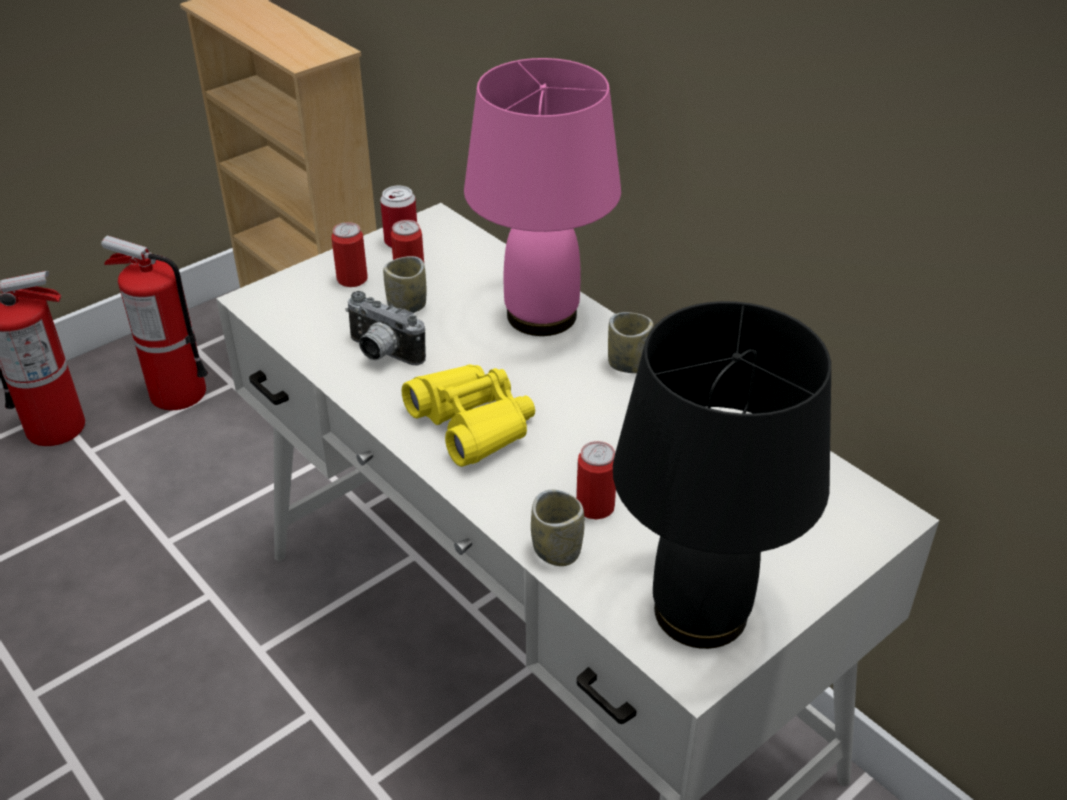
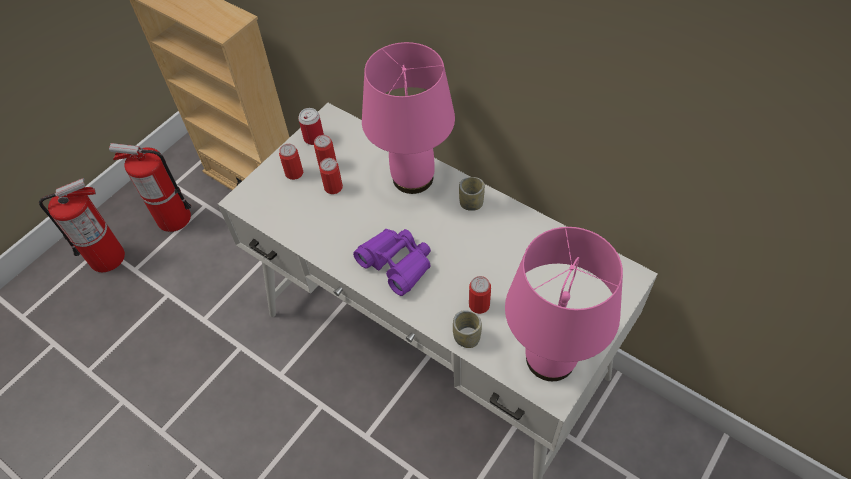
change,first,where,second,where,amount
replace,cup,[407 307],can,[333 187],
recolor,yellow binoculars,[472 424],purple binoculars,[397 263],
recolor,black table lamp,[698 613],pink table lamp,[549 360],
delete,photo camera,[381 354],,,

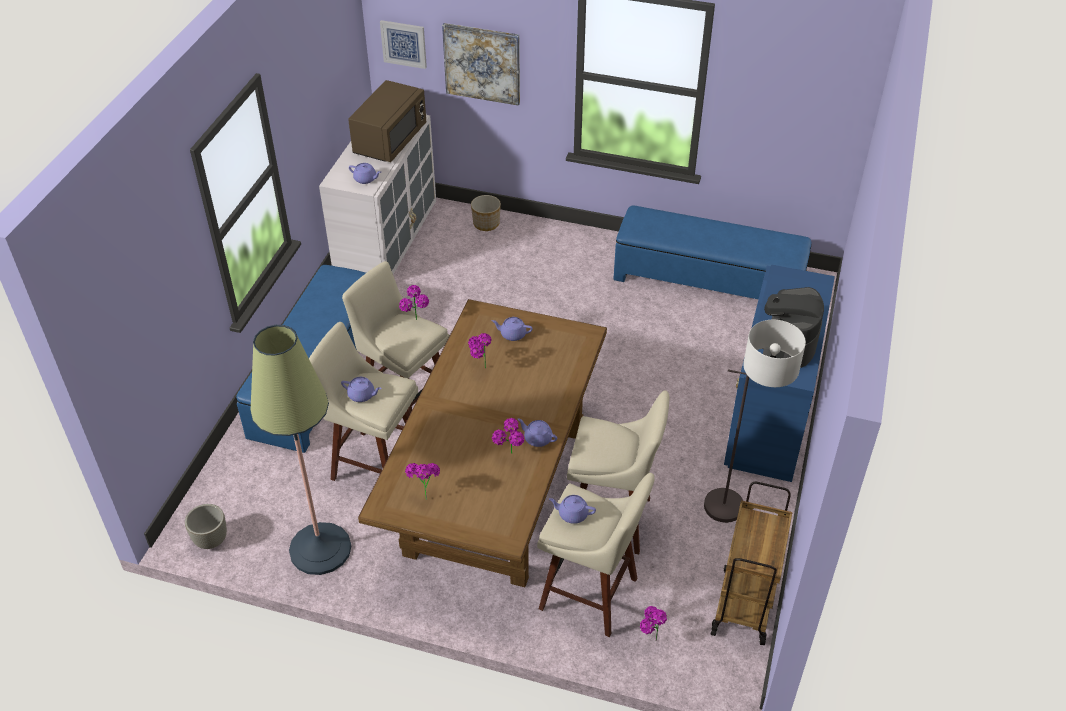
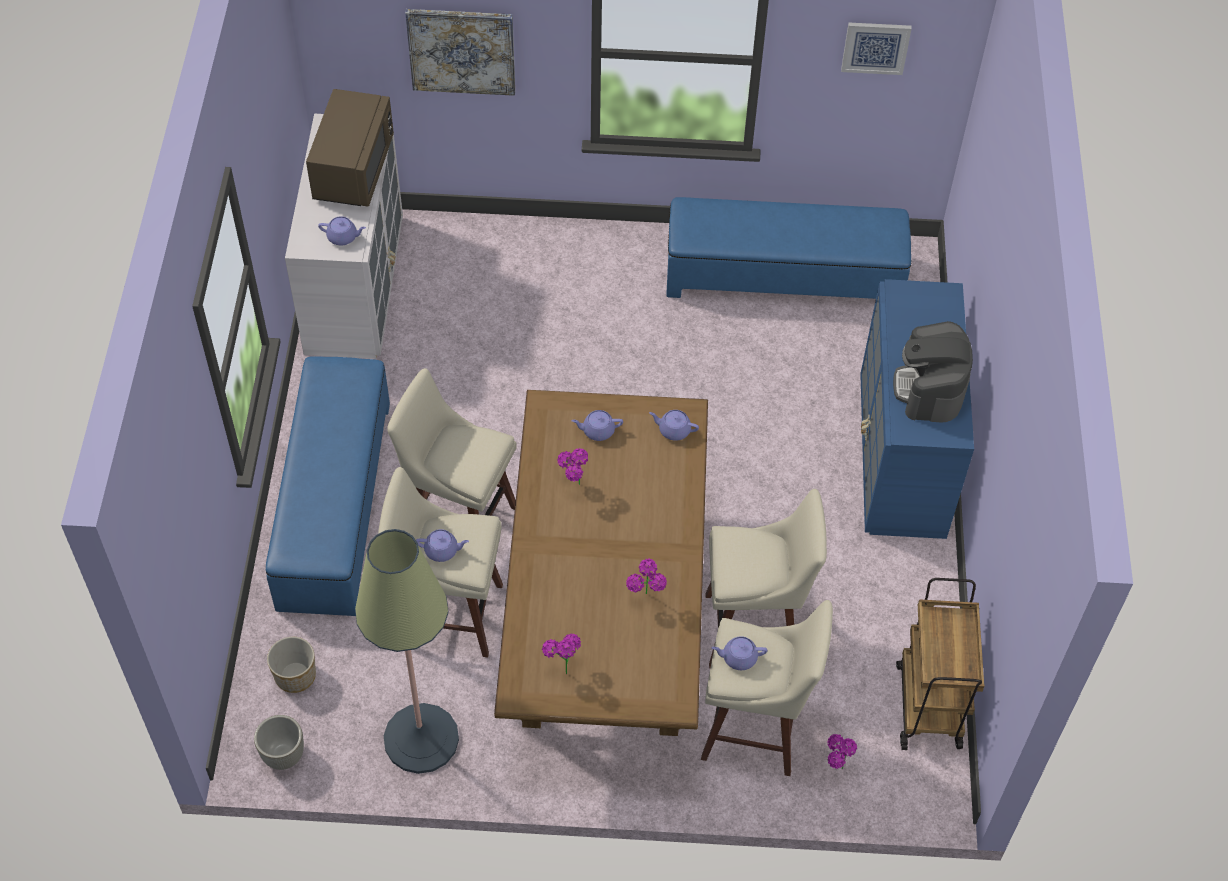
change,first,where,second,where,amount
move,planter,[486 223],,[295 675],
move,purple teapot,[537 438],,[673 430],
move,picture,[404 43],,[875 47],
delete,potted plant,[416 323],,,
delete,white floor lamp,[735 509],,,

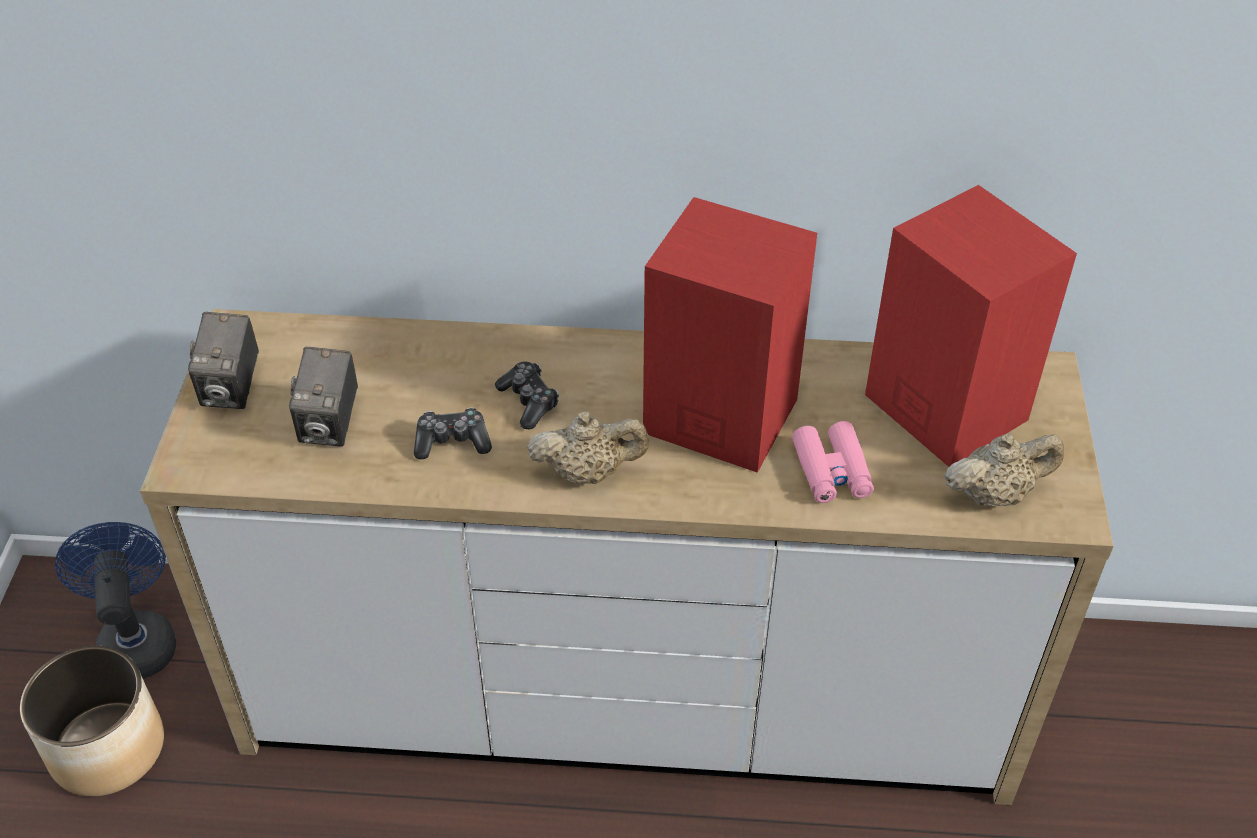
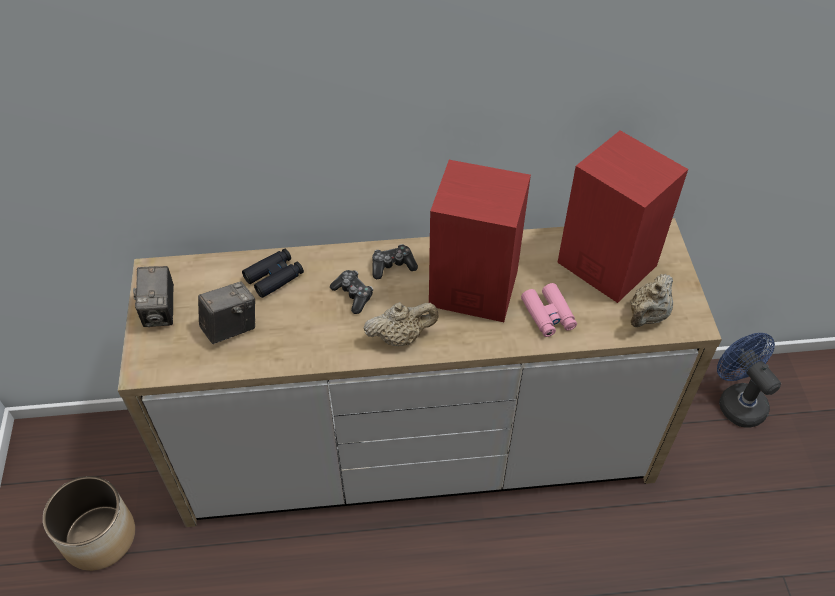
change,first,where,second,where,amount
rotate,photo camera,[330 424],,[231 327],120 degrees counterclockwise
insert,,,black binoculars,[274 277],
move,game controller,[452 441],,[392 266],
rotate,beige teapot,[995 494],,[647 316],150 degrees clockwise
move,blue fan,[136 639],,[736 401],

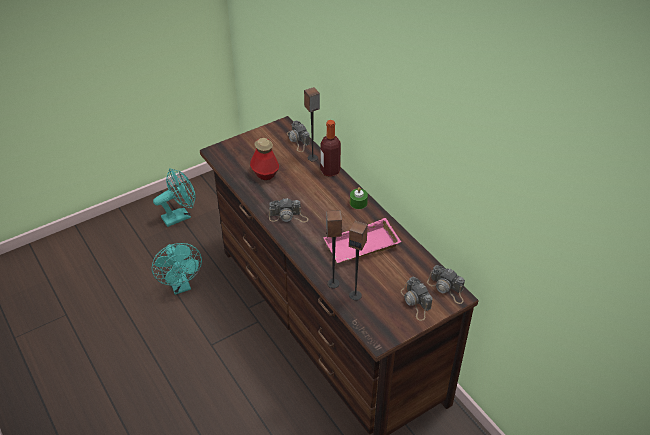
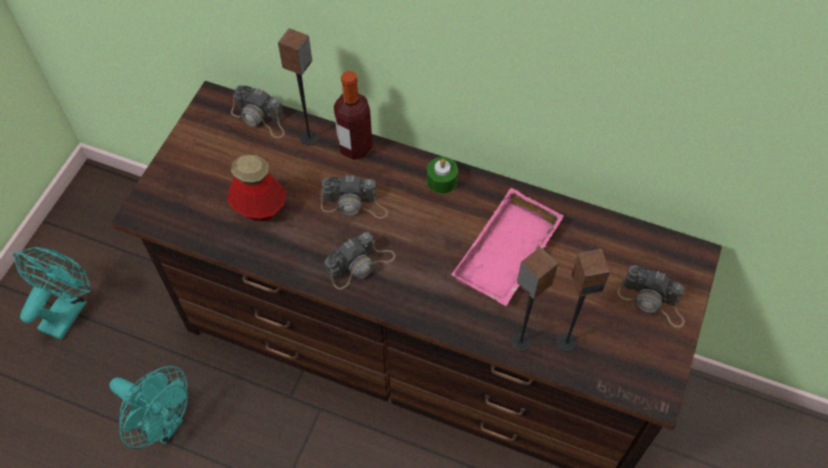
change,first,where,second,where,amount
move,photo camera,[447 288],,[354 204],

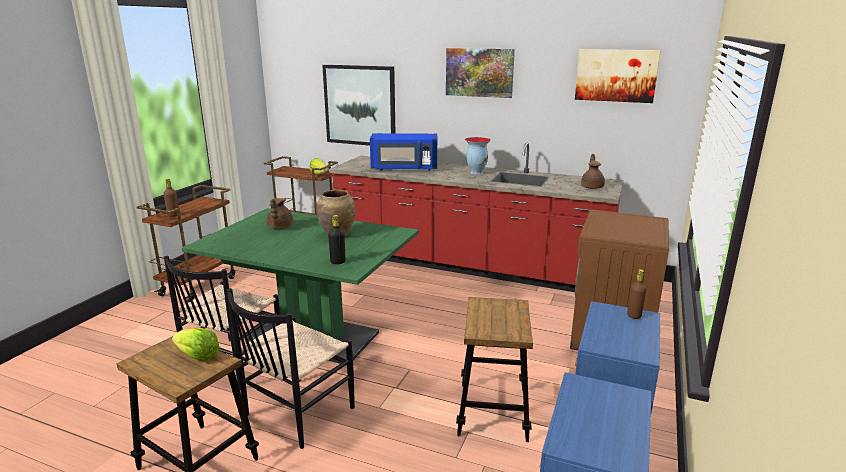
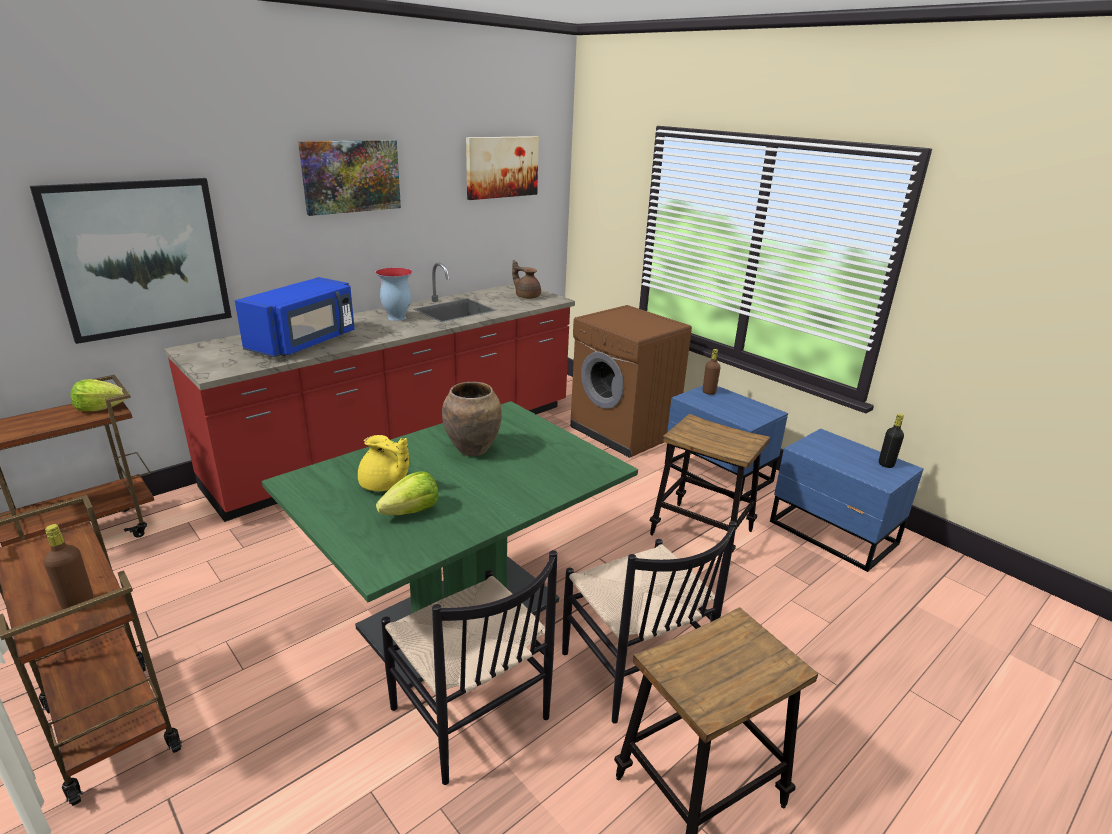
change,first,where,second,where,amount
recolor,brown teapot,[279 227],yellow teapot,[384 485],
move,lettuce,[197 356],,[412 511],
move,black bottle,[338 262],,[886 464],

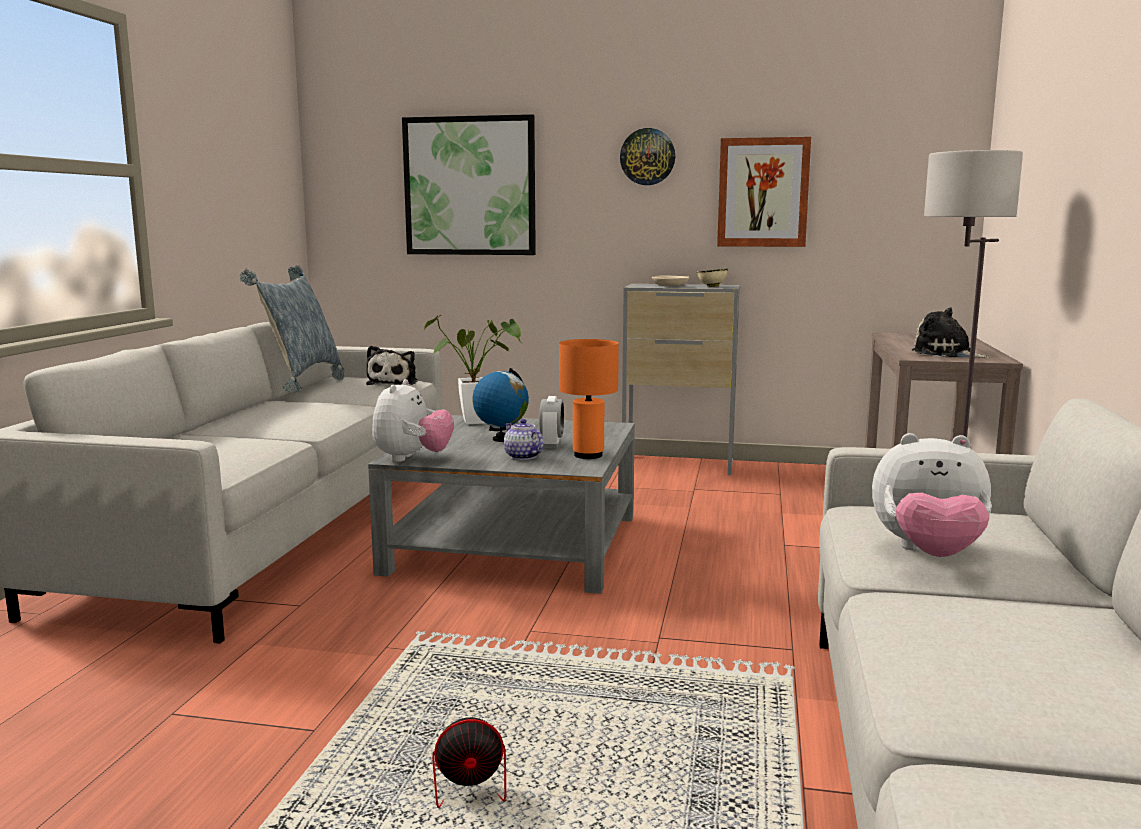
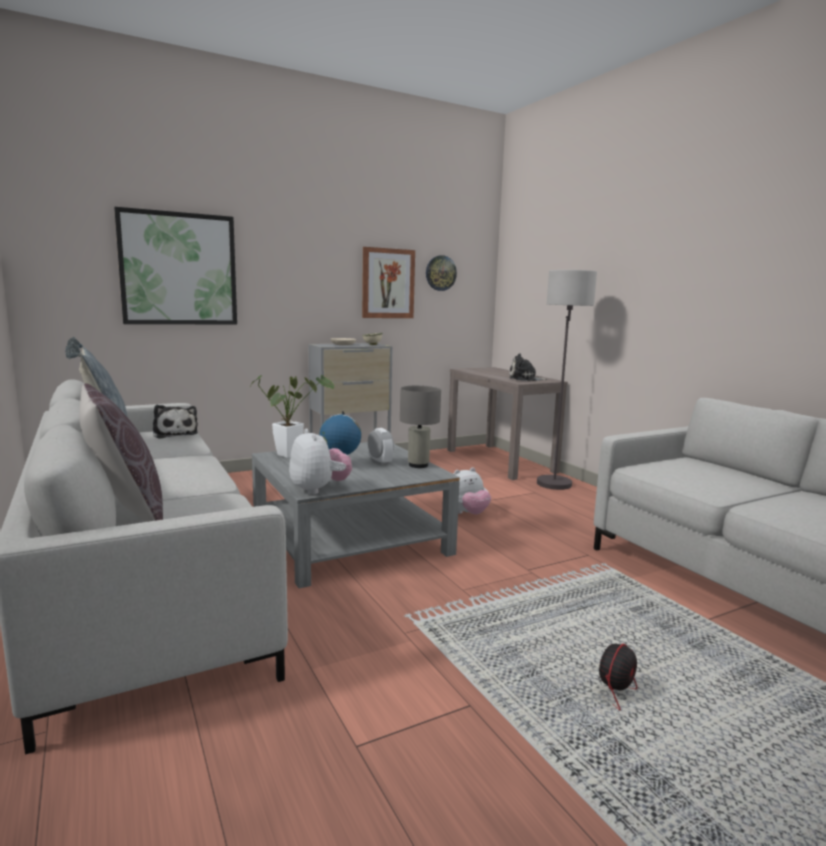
change,first,where,second,where,amount
insert,,,brown pillow,[125 511],
recolor,orange table lamp,[587 455],grey table lamp,[418 465],
move,wall clock,[647 157],,[440 273],
move,plush toy,[928 554],,[466 514],
delete,teapot,[522 456],,,

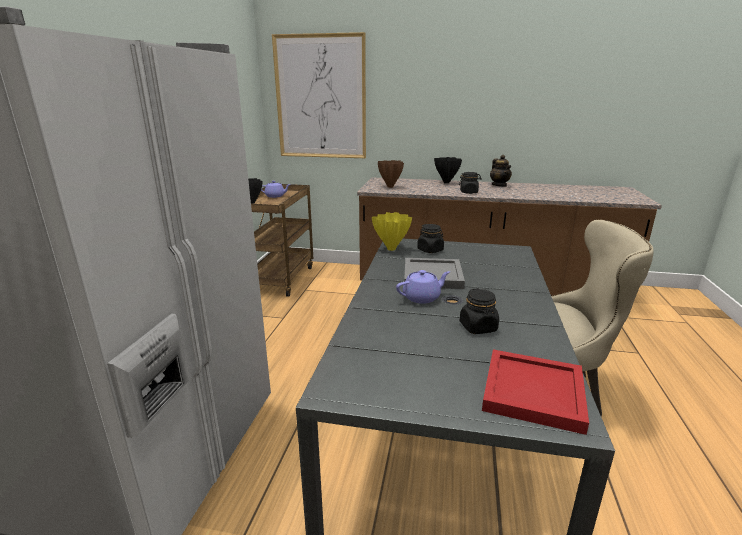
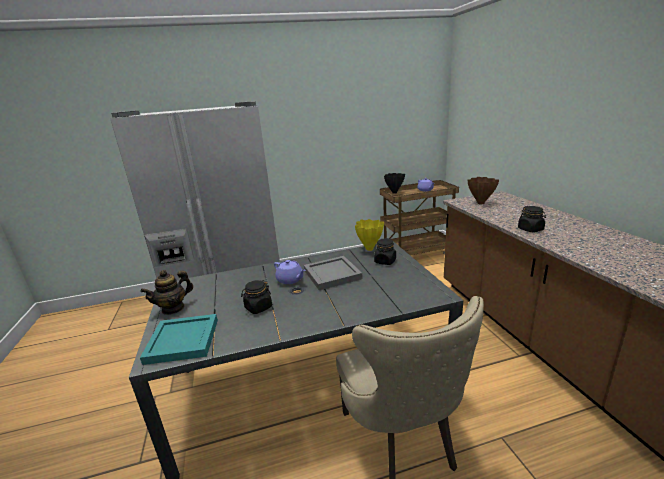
change,first,where,second,where,amount
recolor,red tray,[531 391],turquoise tray,[184 340],
move,teapot,[499 185],,[173 308],
delete,picture,[320 98],,,
delete,black vase,[447 183],,,

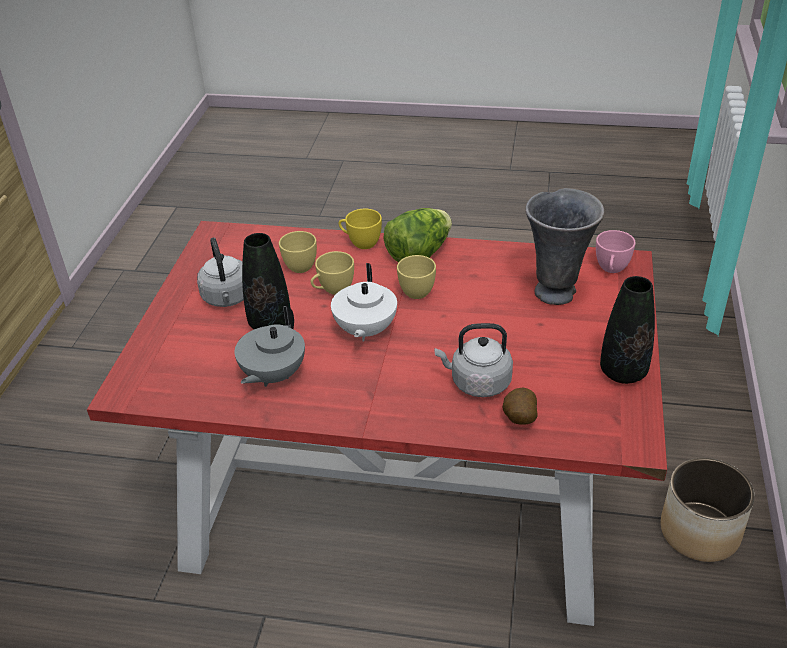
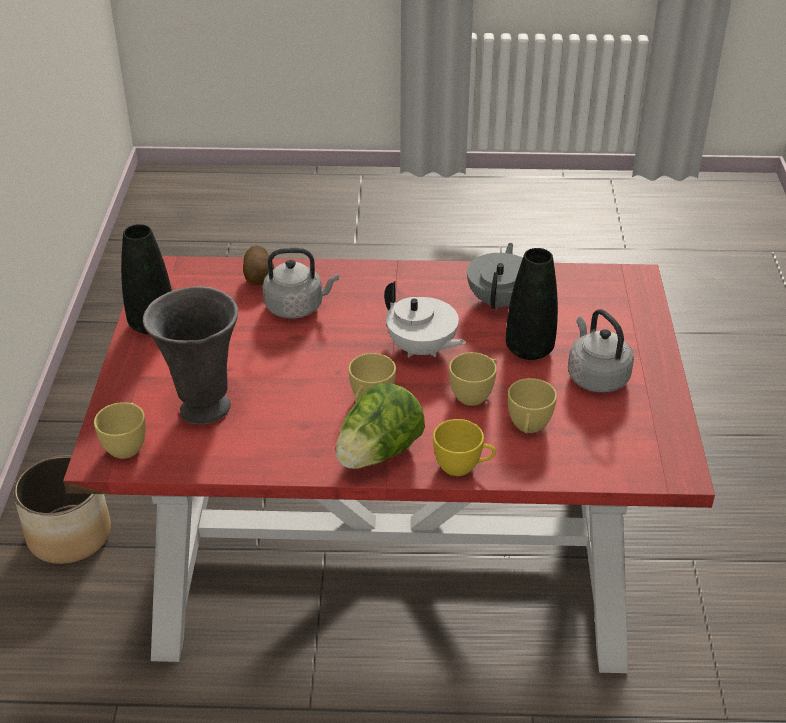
change,first,where,second,where,amount
recolor,pink cup,[611 269],yellow cup,[127 445],
rotate,white teapot,[365 331],,[422 349],135 degrees clockwise

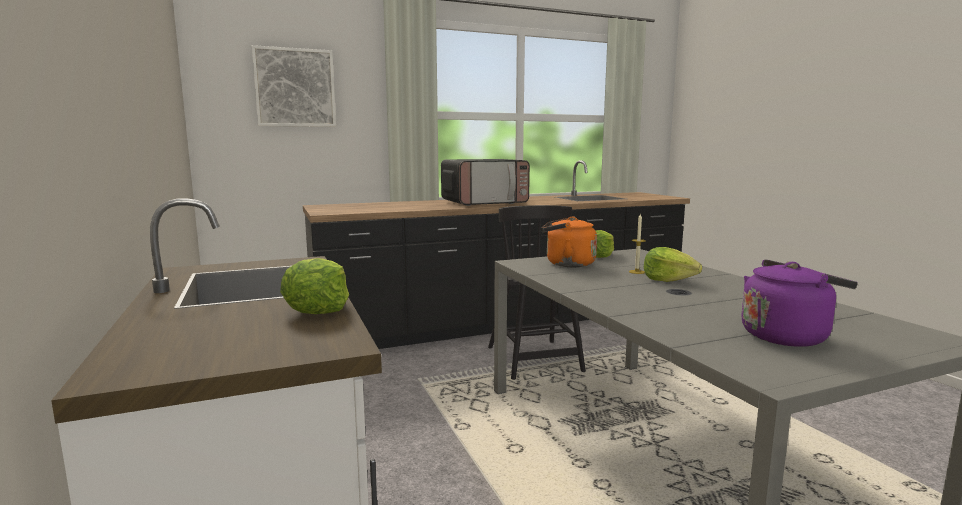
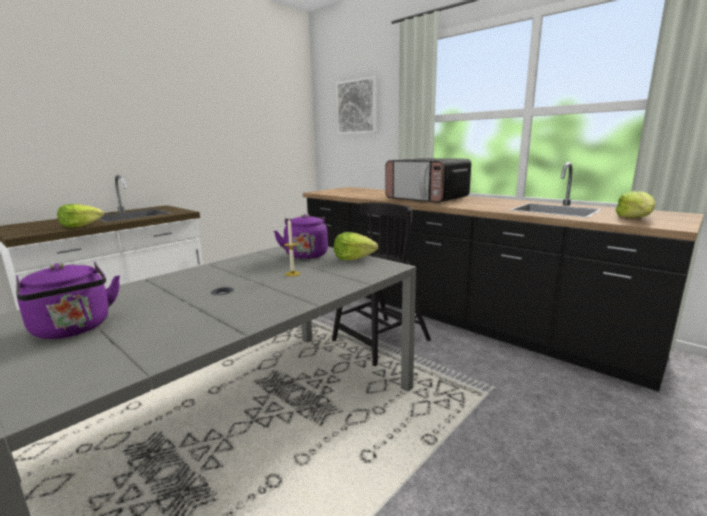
change,first,where,second,where,amount
recolor,orange kettle,[567 264],purple kettle,[306 254],
move,lettuce,[668 280],,[635 218],

